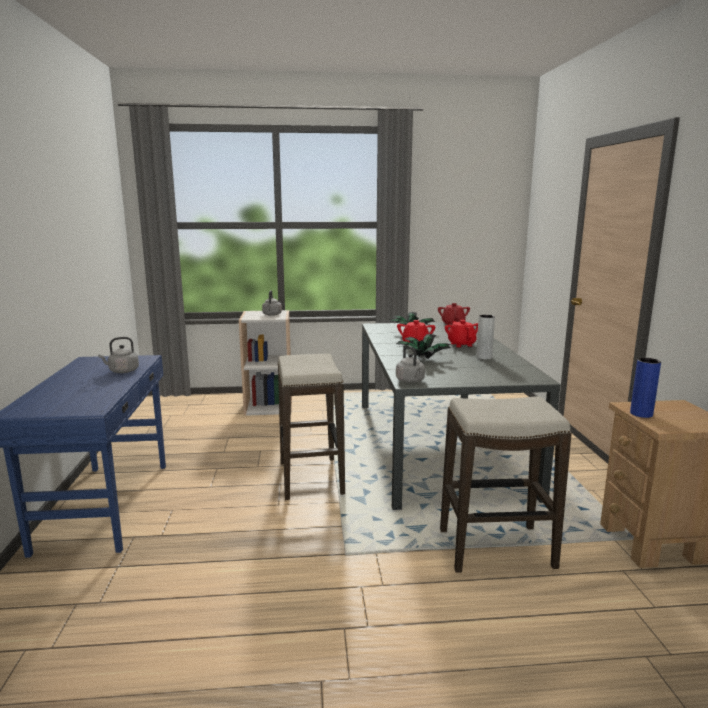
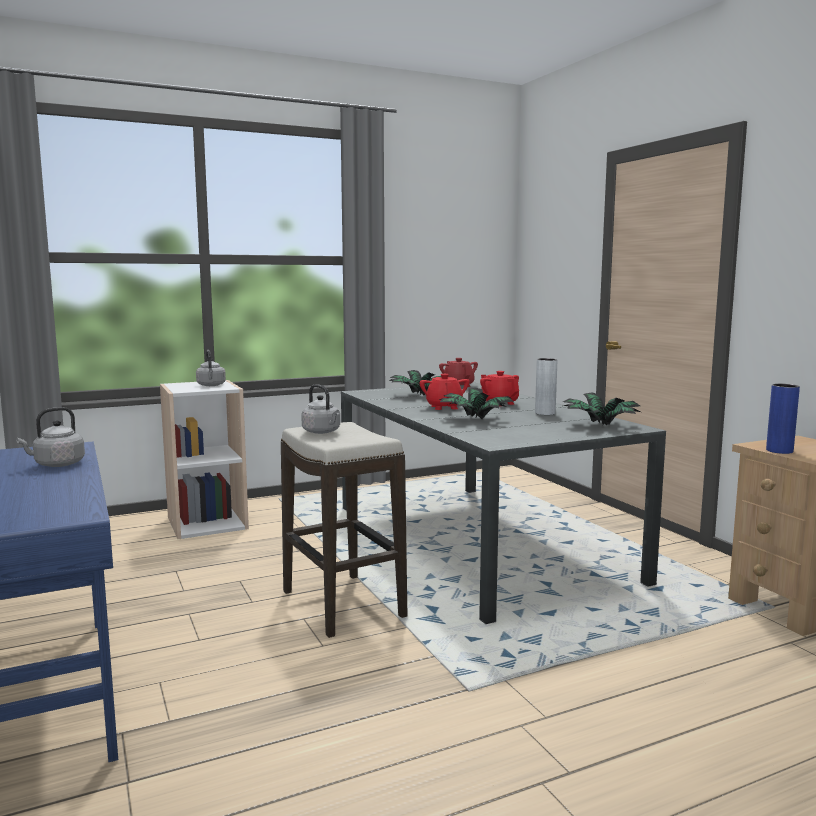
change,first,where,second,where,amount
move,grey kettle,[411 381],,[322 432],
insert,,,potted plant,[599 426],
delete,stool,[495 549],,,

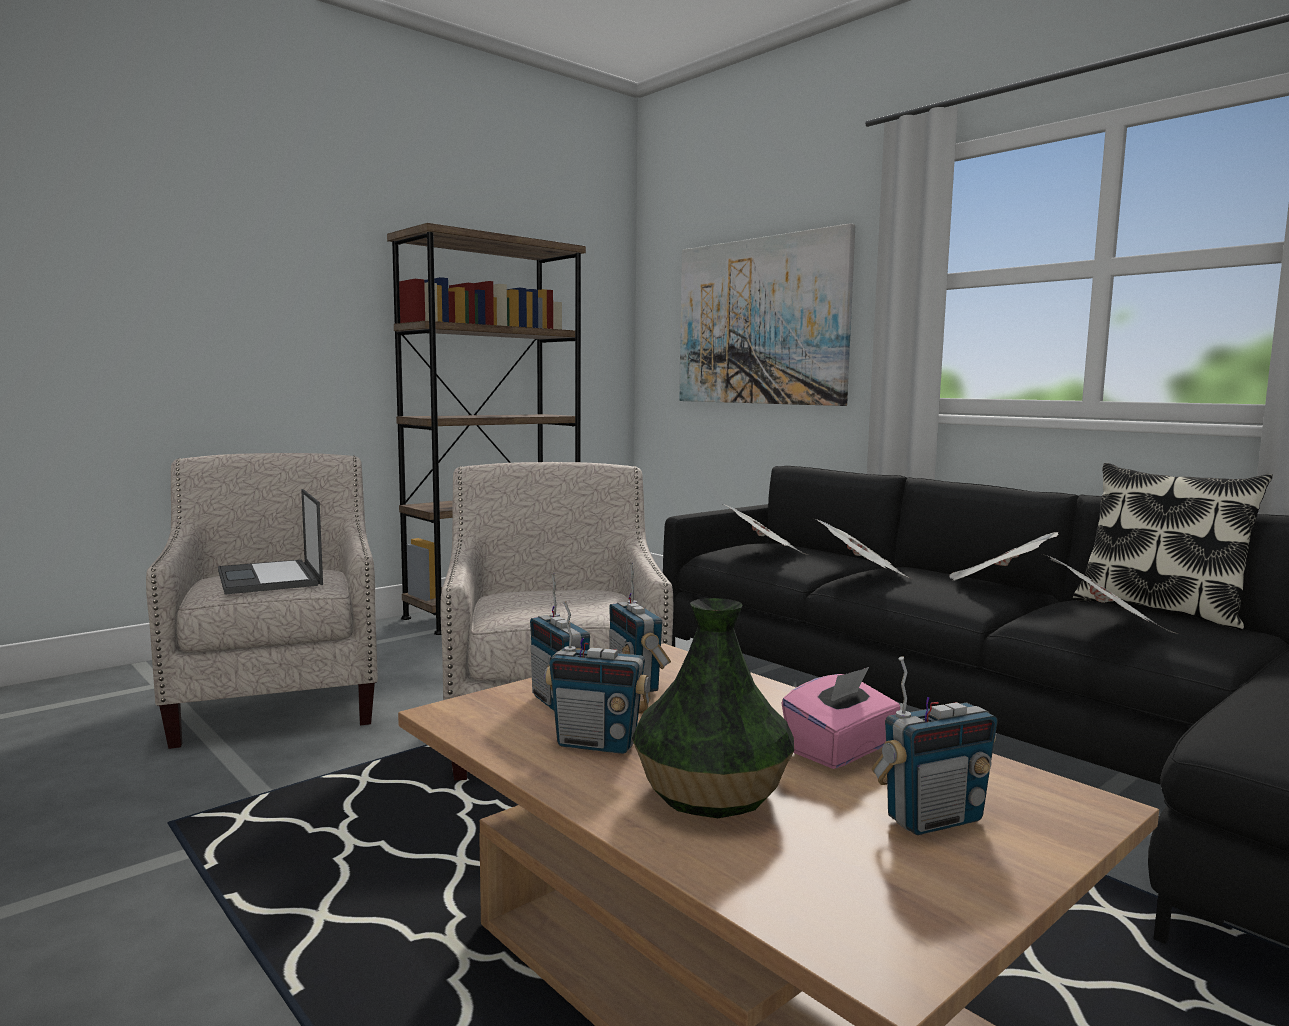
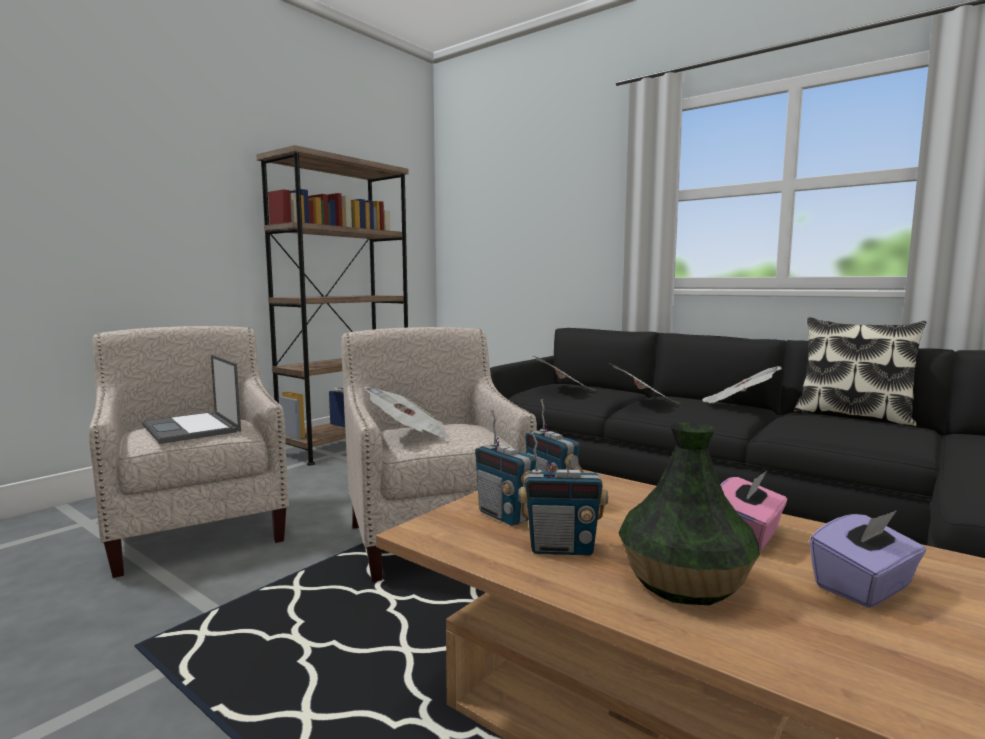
change,first,where,second,where,amount
move,newspaper,[1105 625],,[410 435],
replace,radio,[933 819],purple tissue box,[864 587],
delete,picture,[760 321],,,

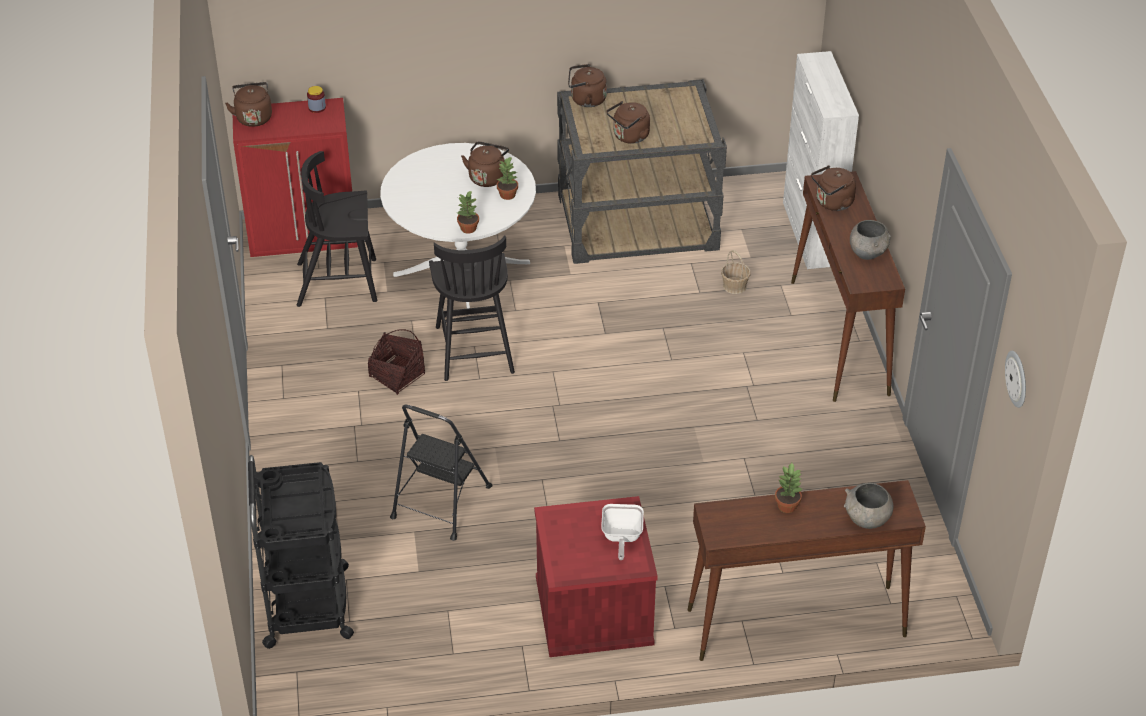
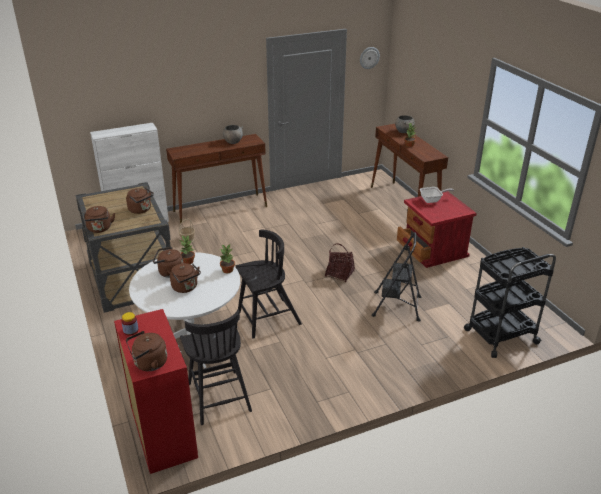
change,first,where,second,where,amount
move,brown kettle,[832 203],,[186 288],
move,basket,[396 375],,[339 274],

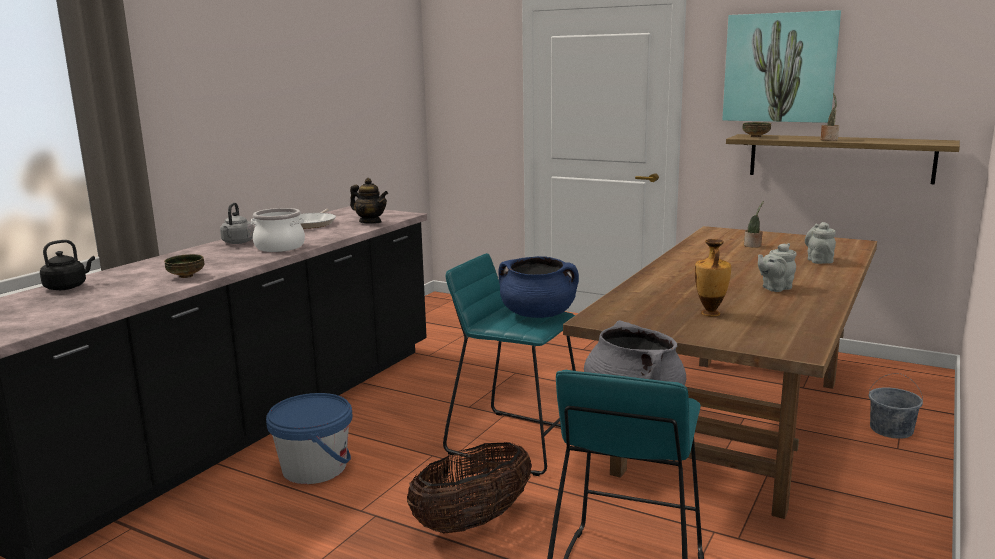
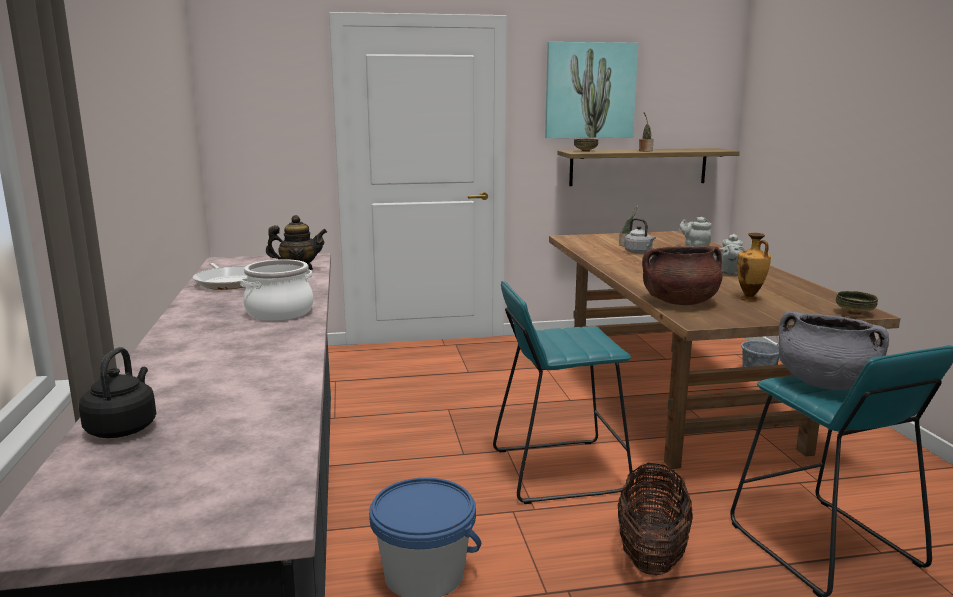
change,first,where,second,where,amount
move,grey kettle,[237 242],,[639 252],
insert,,,brown cooking pot,[679 302],
move,bowl,[187 276],,[854 313],
delete,blue cooking pot,[538 314],,,

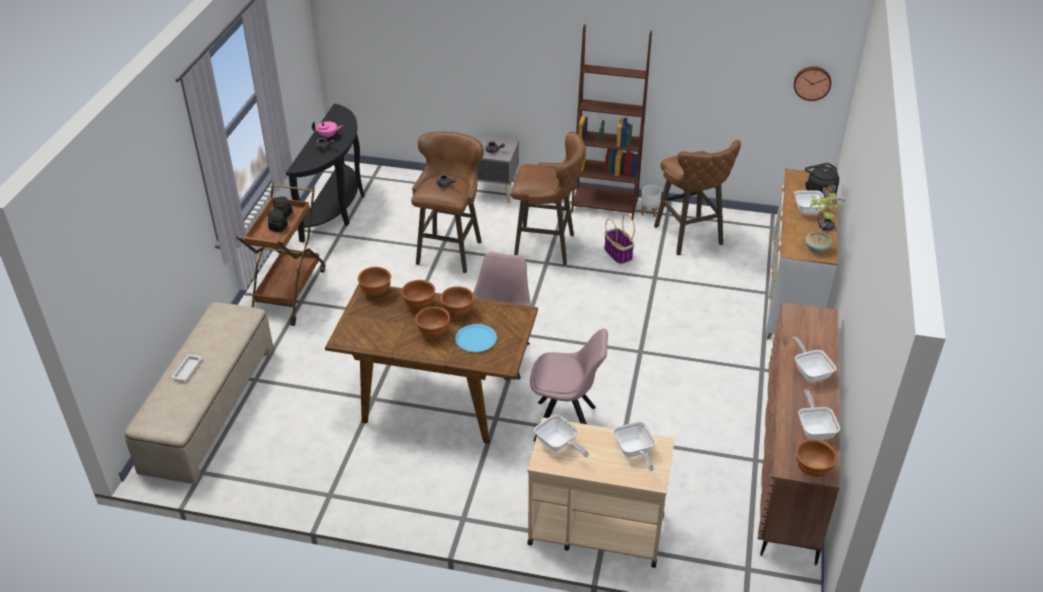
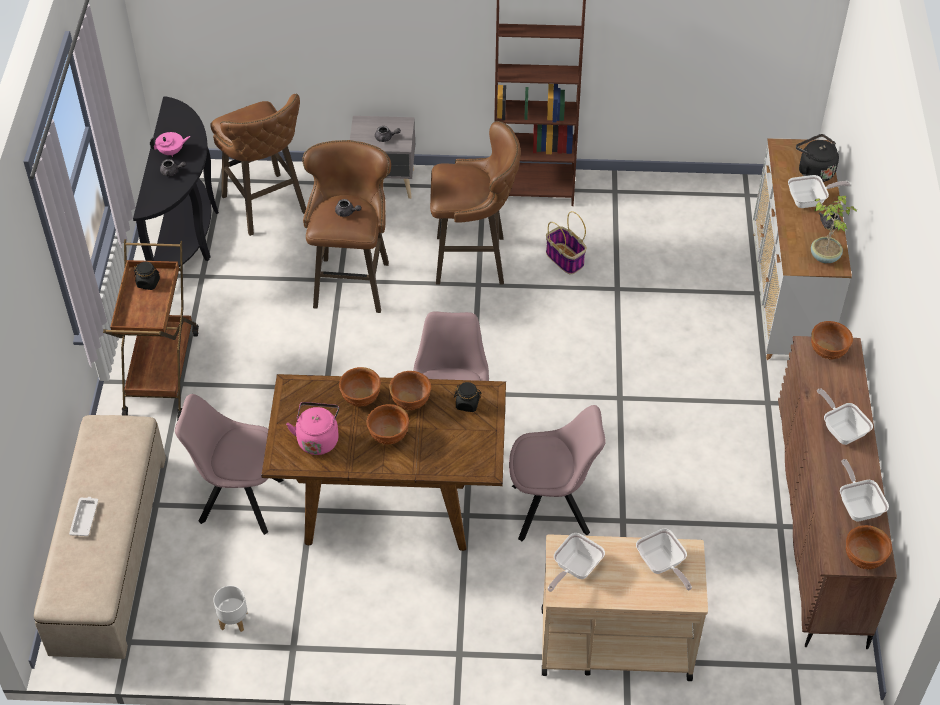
change,first,where,second,where,amount
insert,,,pink chair,[240 501],
move,brown stool,[690 237],,[266 207],
move,white planter,[649 212],,[233 620],
insert,,,pink kettle,[318 439],
move,black jar,[278 227],,[467 404],
rotate,frying pan,[559 445],,[574 569],90 degrees clockwise
move,brown bowl,[376 292],,[828 352],
delete,blue plate,[476 339],,,
delete,wall clock,[812 82],,,

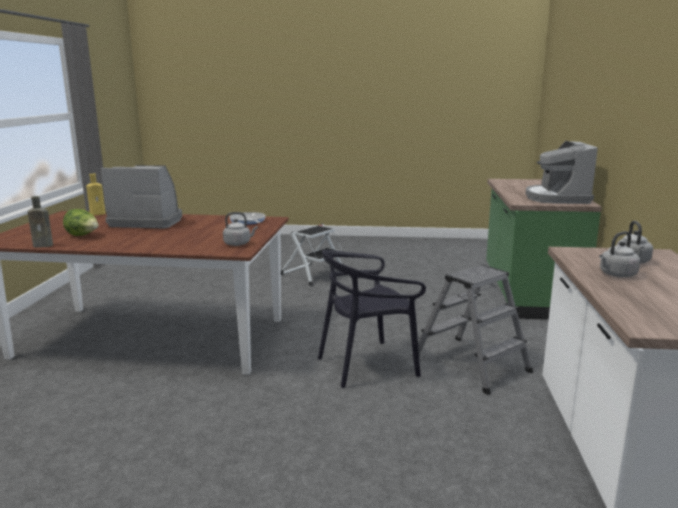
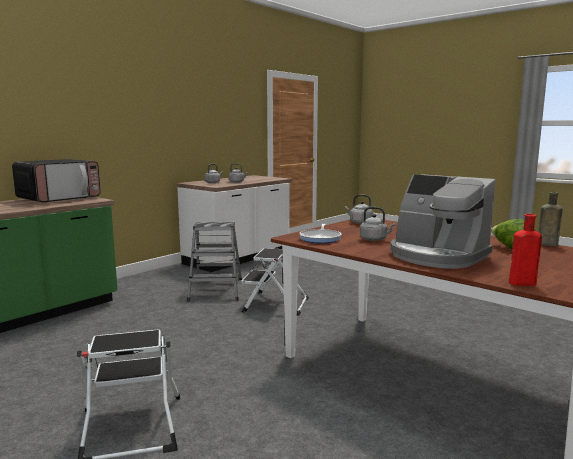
change,first,where,second,where,amount
replace,coffee machine,[557 198],microwave,[59 198],
replace,black chair,[367 365],step ladder,[275 303],
insert,,,grey kettle,[375 239],
recolor,yellow bottle,[99 214],red bottle,[520 283],

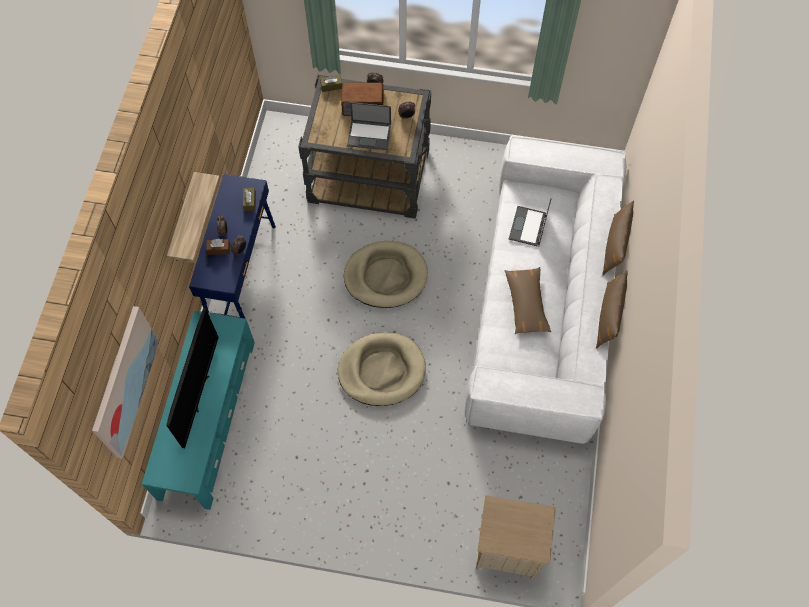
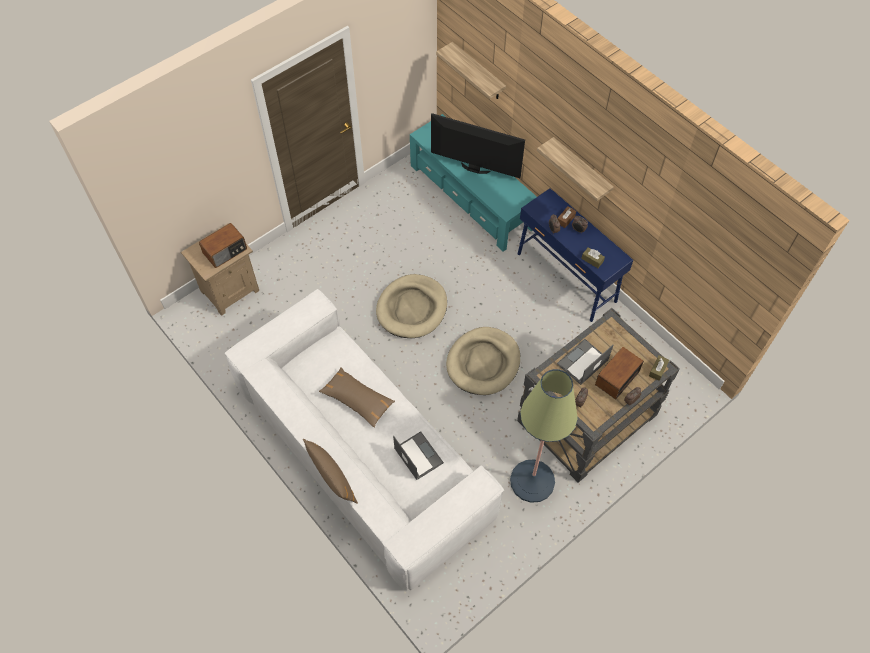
change,first,where,second,where,amount
insert,,,radio,[225 252],
rotate,television,[199 393],,[474 169],150 degrees clockwise
replace,picture,[124 382],shelf,[478 72],
insert,,,floor lamp,[532 481],
delete,brown pillow,[608 316],,,

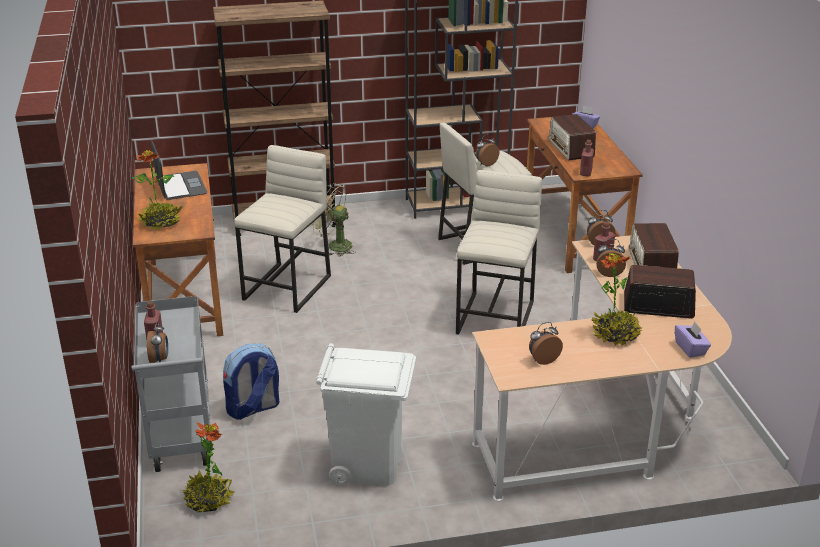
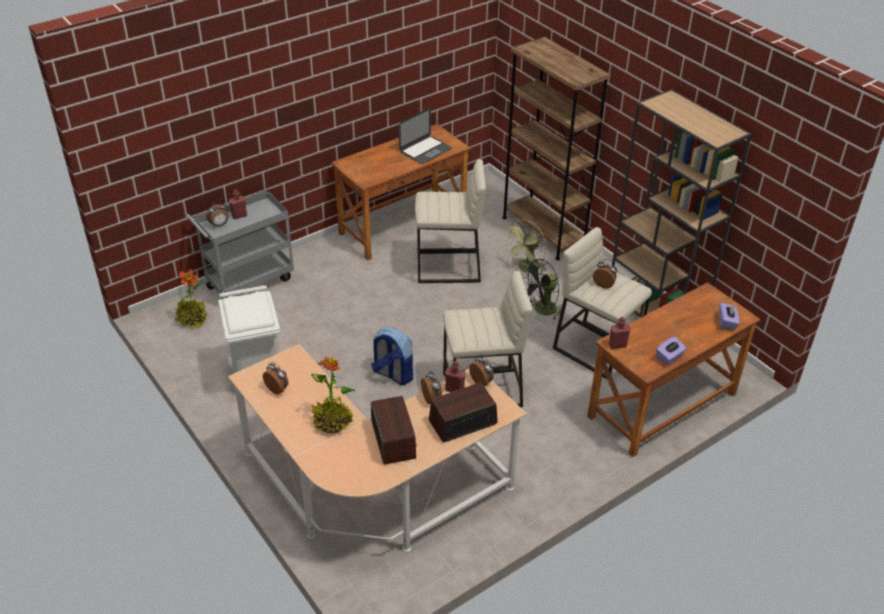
change,first,where,second,where,amount
move,backpack,[253 408],,[392 374],
rotate,green fan,[334 245],,[526 269],135 degrees counterclockwise
insert,,,black fan,[541 311],
move,purple tissue box,[690 349],,[669 357],
delete,potted plant,[161 223],,,
delete,radio,[571 149],,,

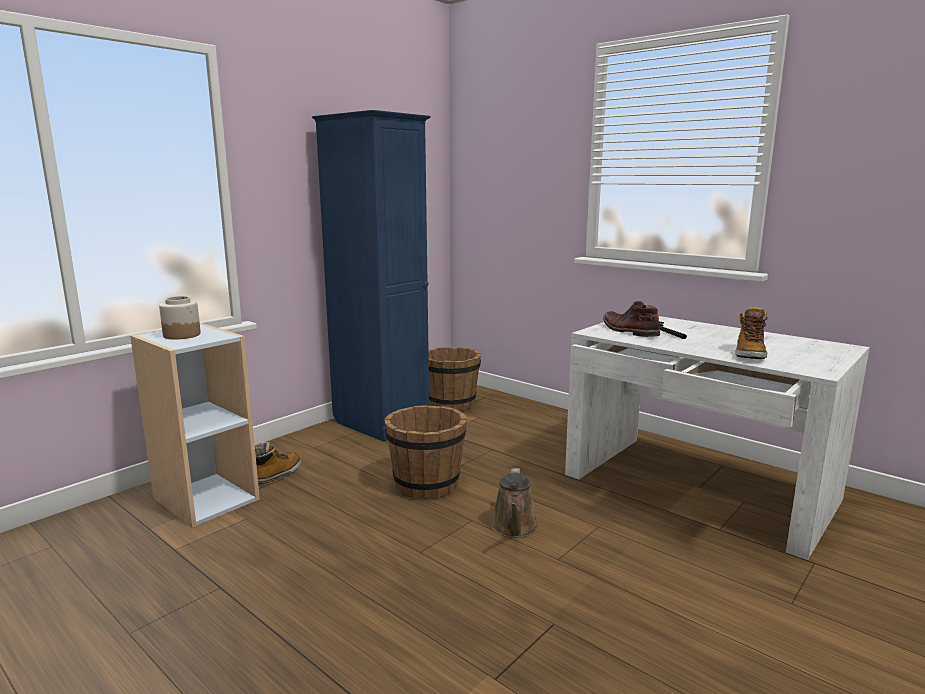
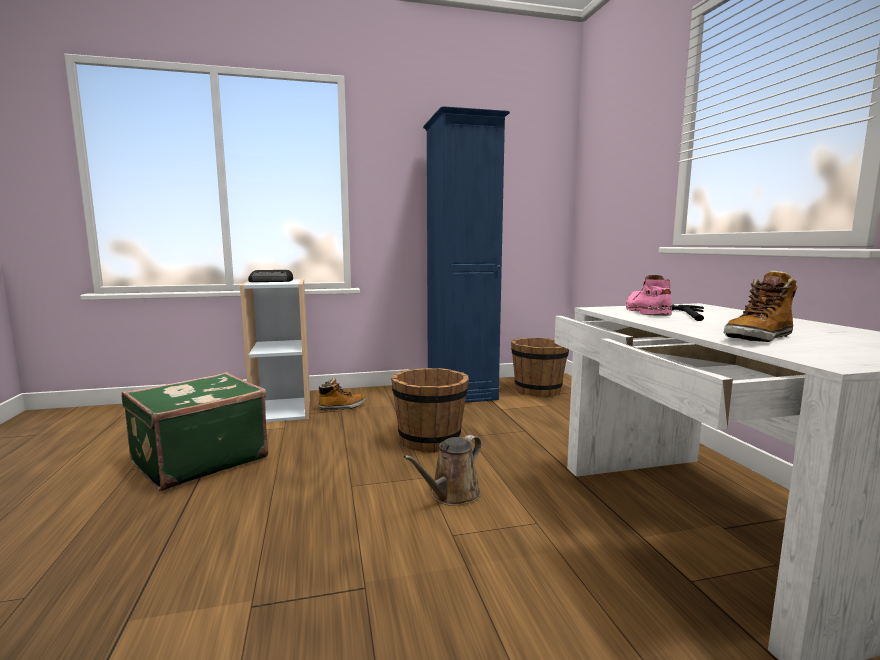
change,first,where,second,where,amount
insert,,,green suitcase,[198 460],
replace,jar,[182 335],radio,[272 281],
recolor,brown boot,[629 331],pink boot,[646 311],

